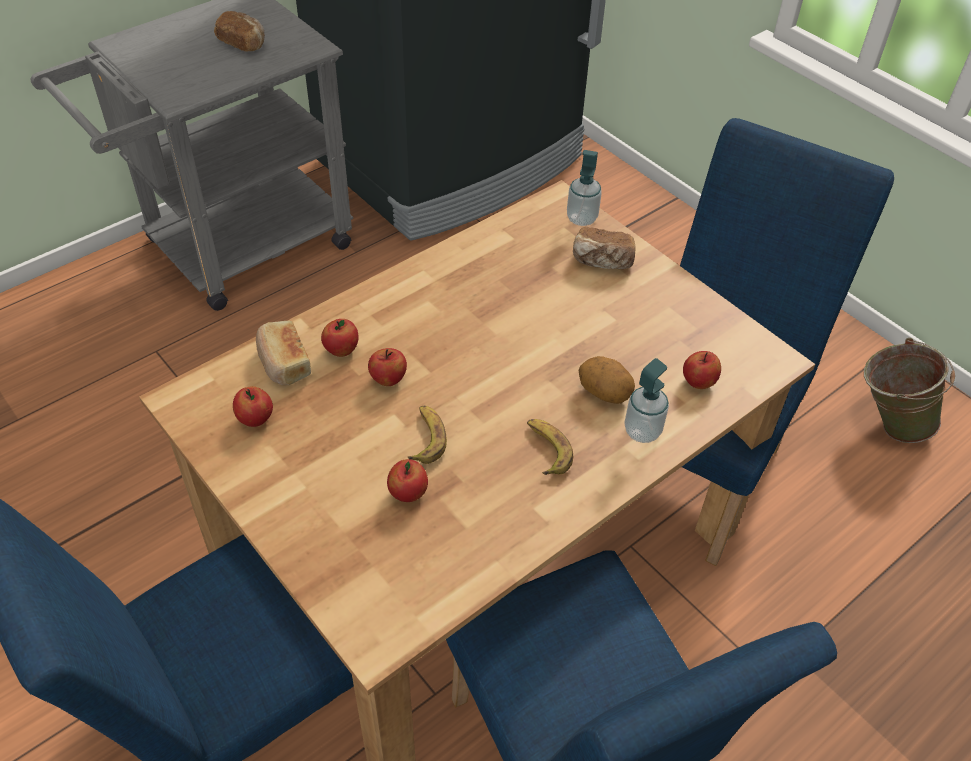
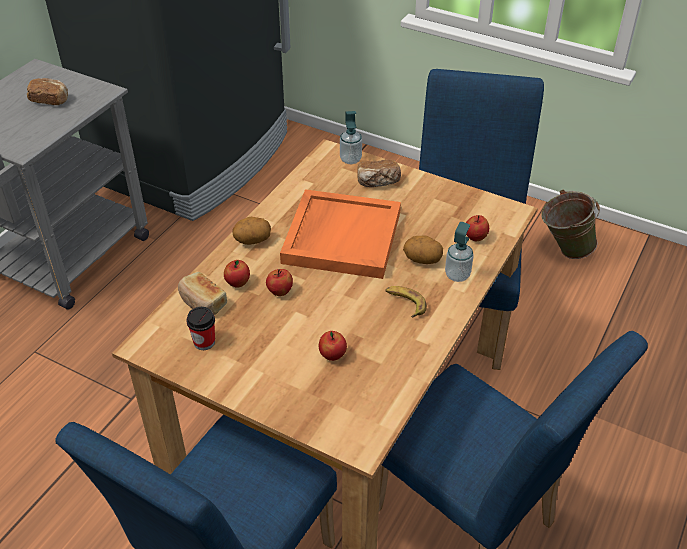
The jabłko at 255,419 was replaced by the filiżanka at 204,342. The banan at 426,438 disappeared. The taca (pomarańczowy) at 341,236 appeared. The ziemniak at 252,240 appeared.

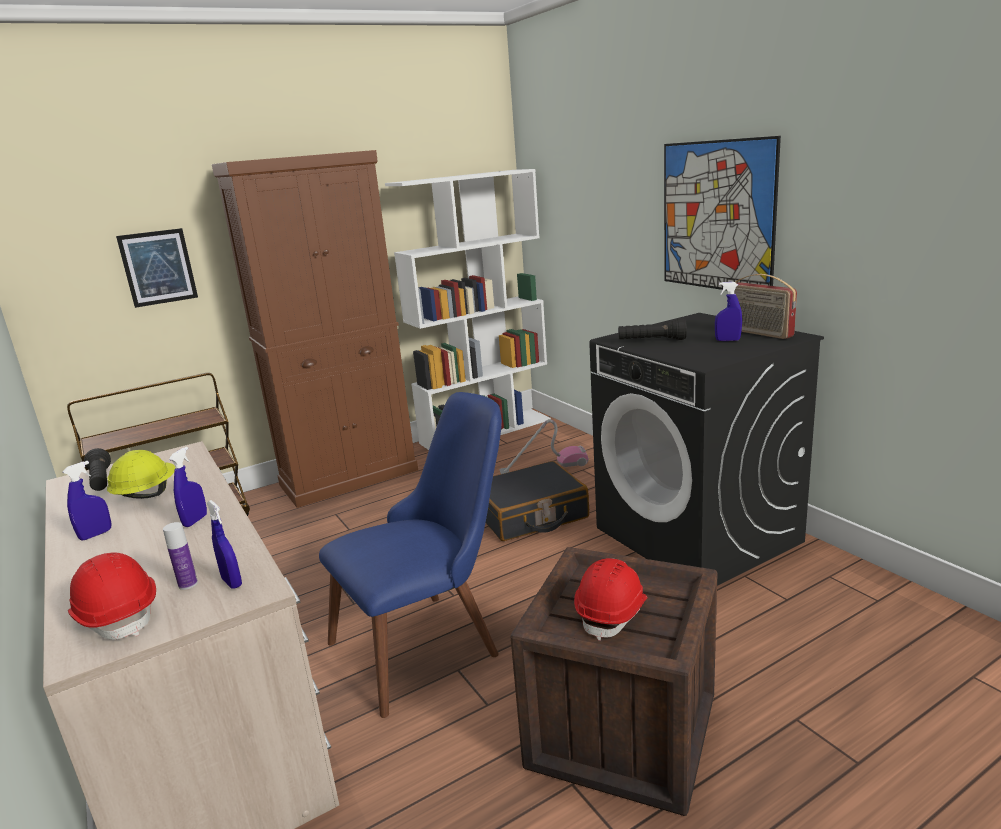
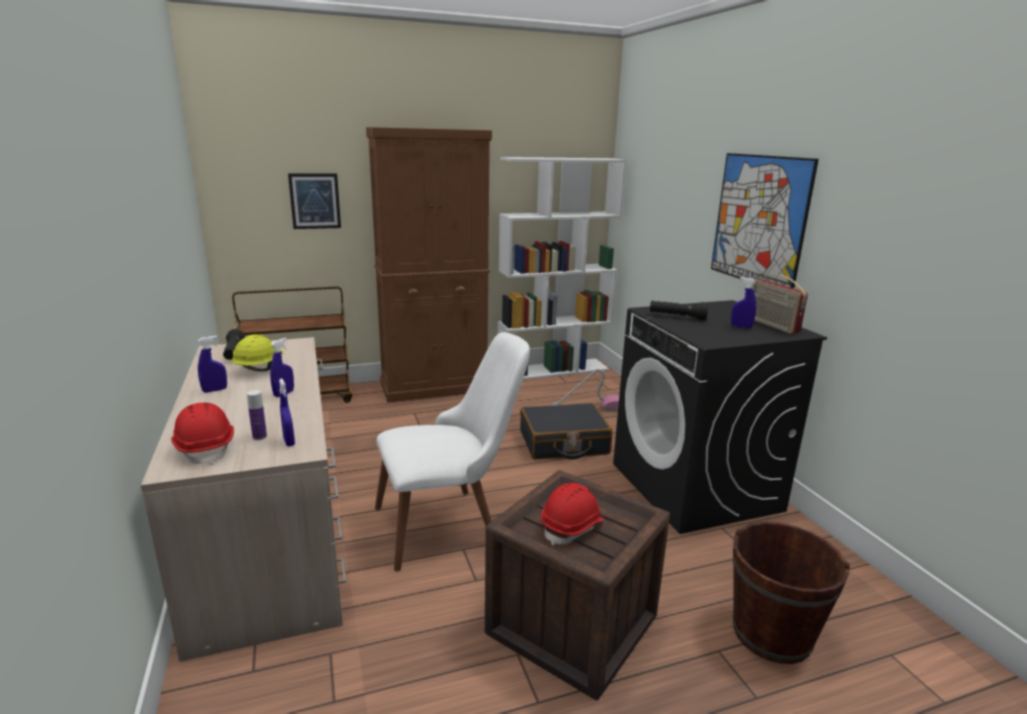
The krzesło (niebieski) at 431,639 became the krzesło (biały) at 451,522. The wiadro (brązowy) at 771,634 appeared.

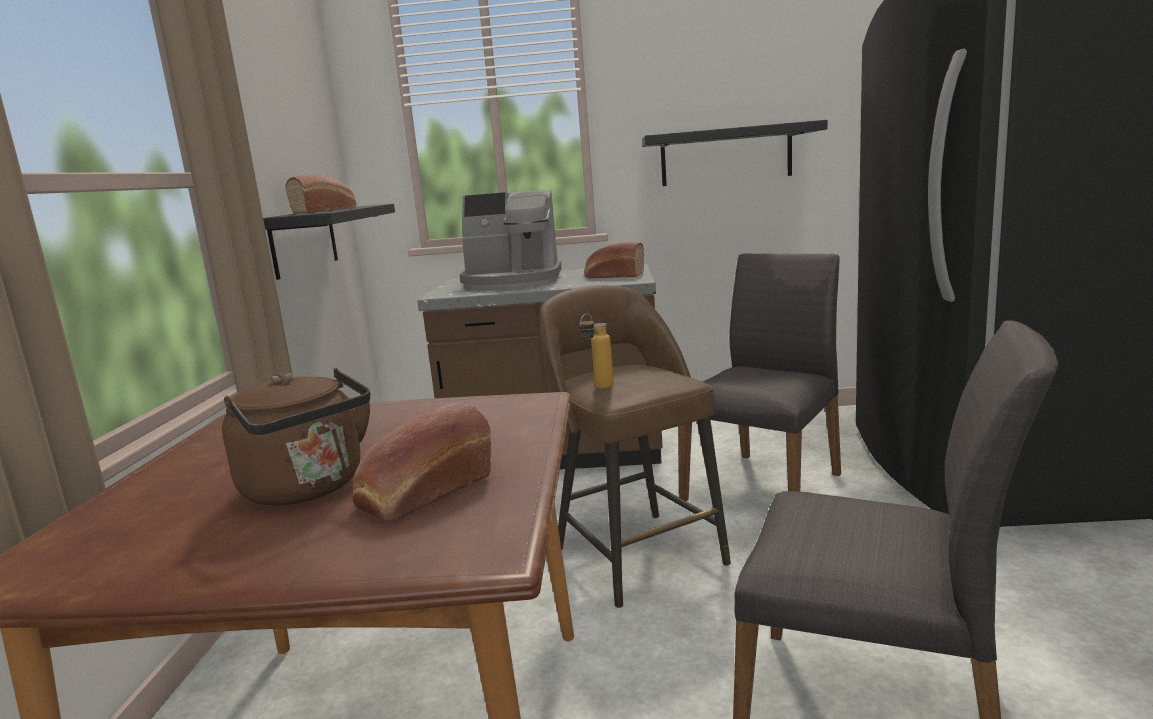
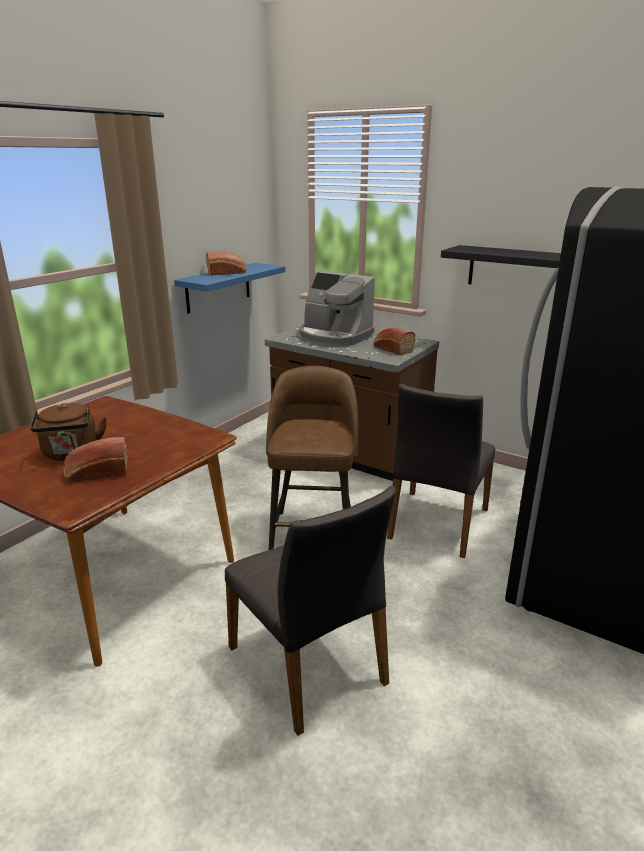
The półka (czarny) at 304,241 became the półka (niebieski) at 218,287. The krzesło (szary) at 765,486 turned 135 degrees clockwise. The butelka at 598,388 disappeared.

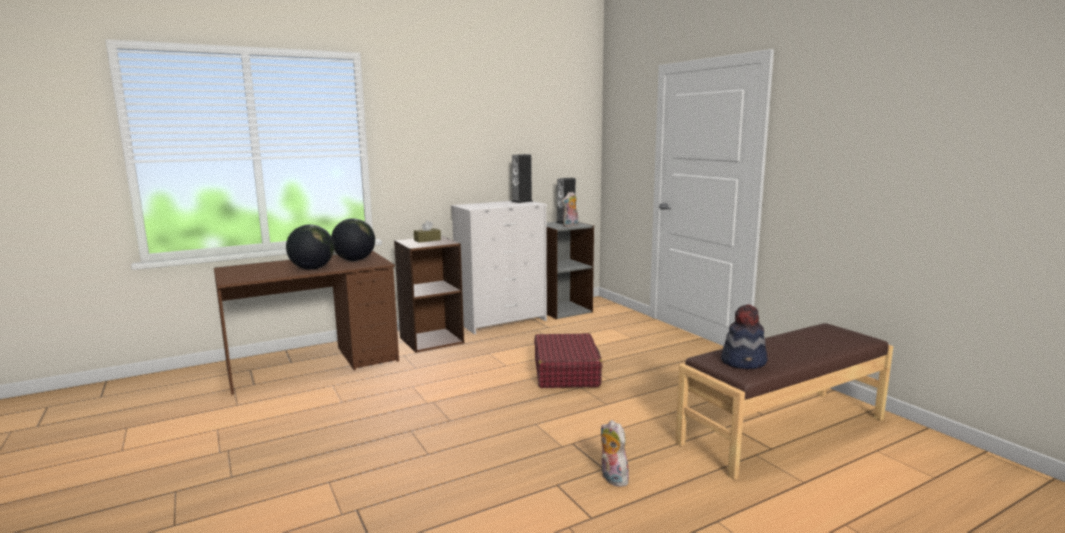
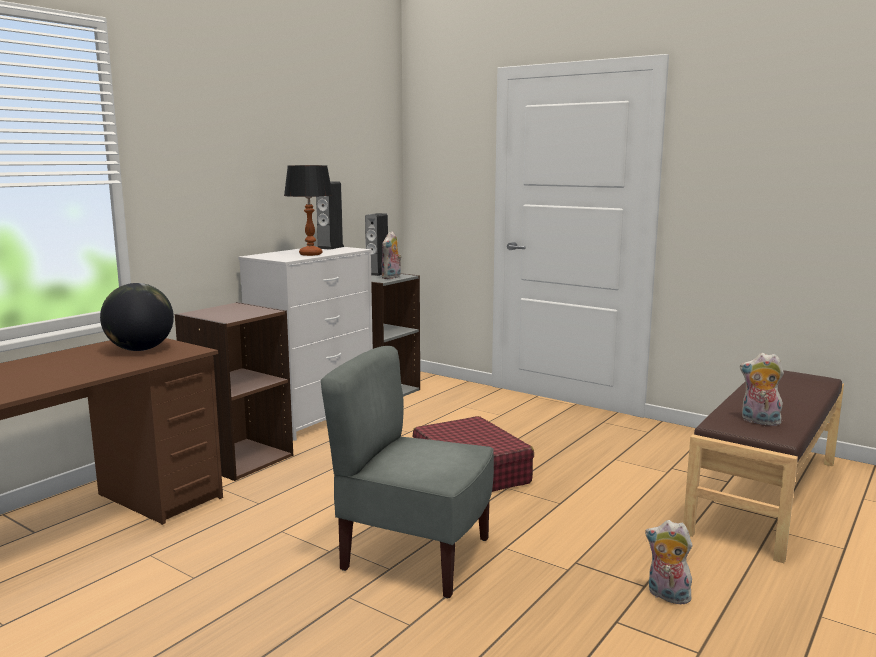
The pudełko chusteczek (brązowy) at 427,240 disappeared. The globus at 312,269 disappeared. The kapelusz at 744,362 was replaced by the pluszak at 759,421. The lampa stołowa at 310,254 appeared. The krzesło (szary) at 414,556 appeared.

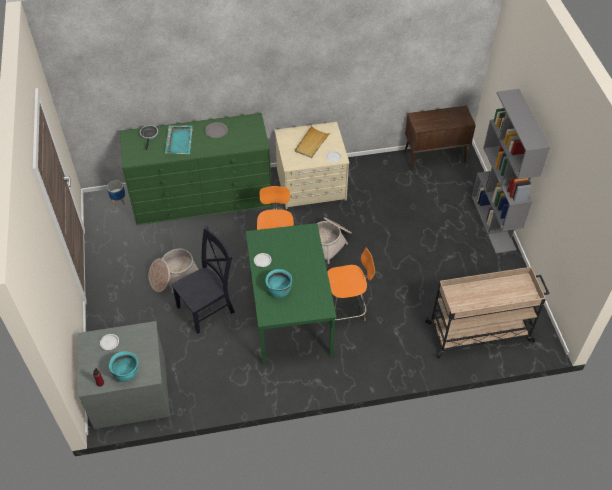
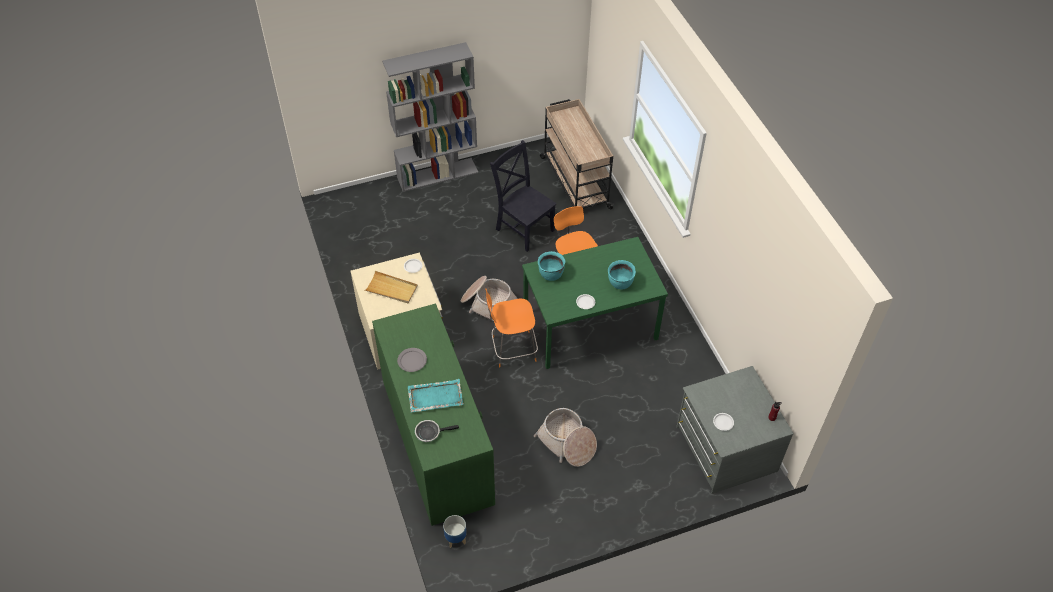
The szafka (brązowy) at 435,157 disappeared. The krzesło (czarny) moved from 208,308 to 523,228. The garnek (turkusowy) moved from 126,373 to 550,274.

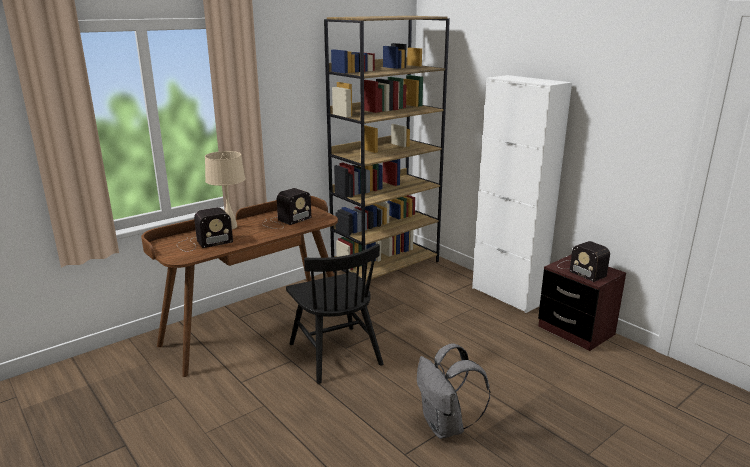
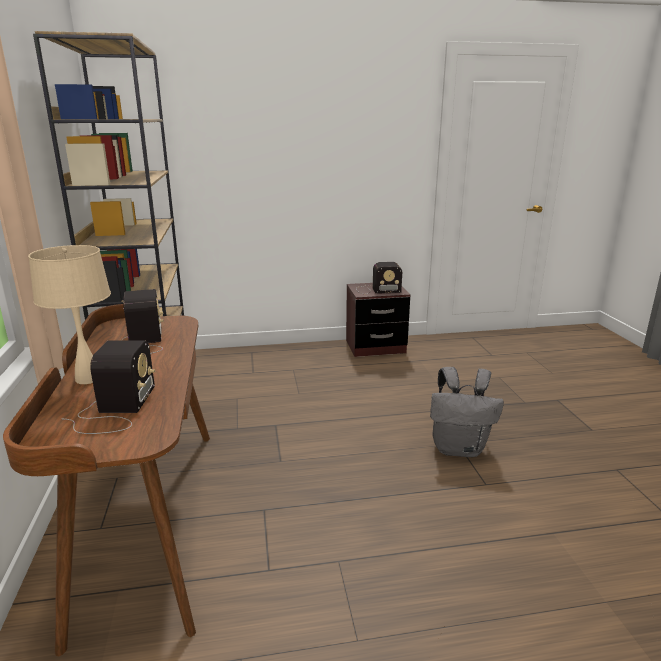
The szafka (biały) at 507,295 disappeared. The krzesło (czarny) at 335,353 disappeared.

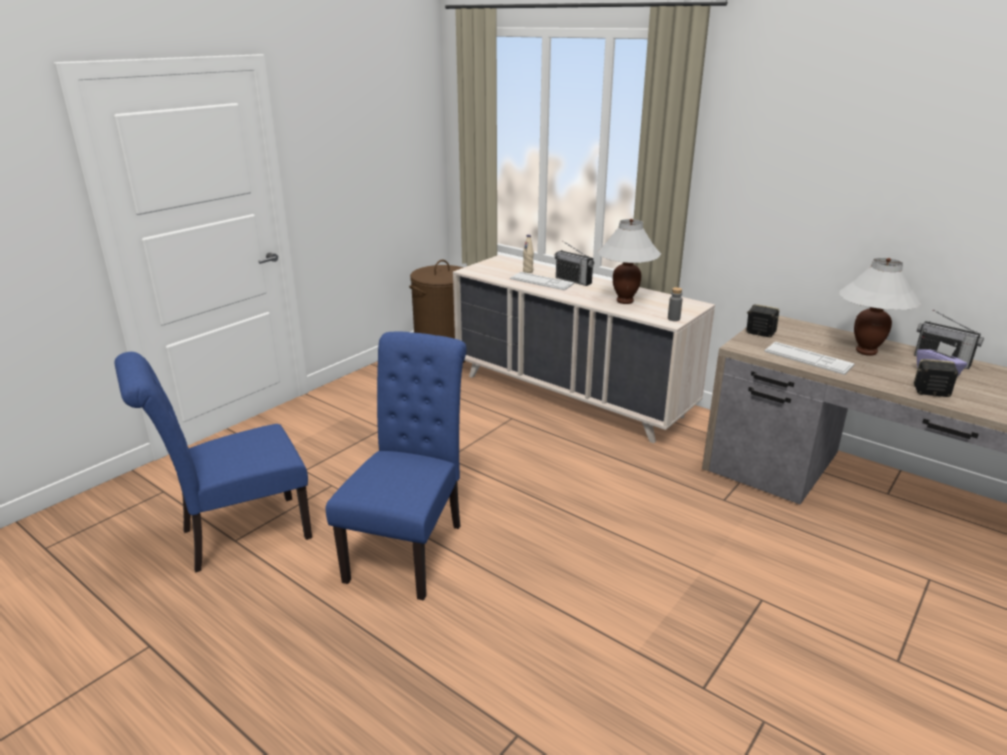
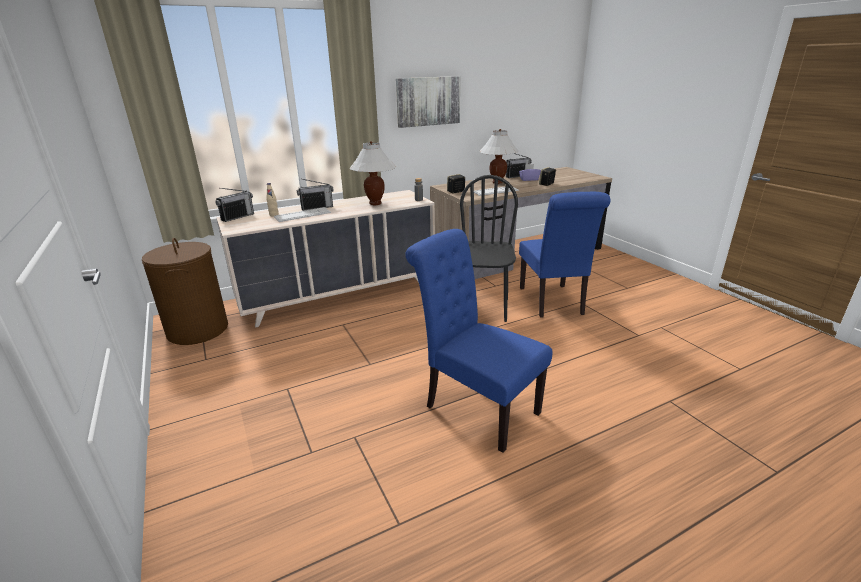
The krzesło (niebieski) moved from 237,535 to 553,303. The obraz at 428,101 appeared. The krzesło (czarny) at 484,309 appeared. The radio at 237,217 appeared.

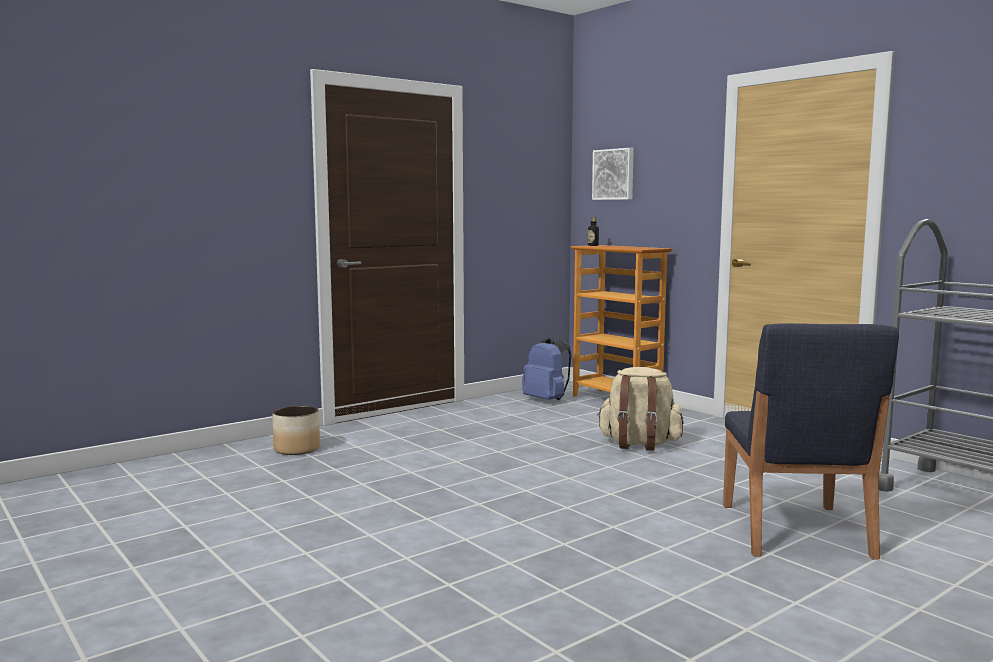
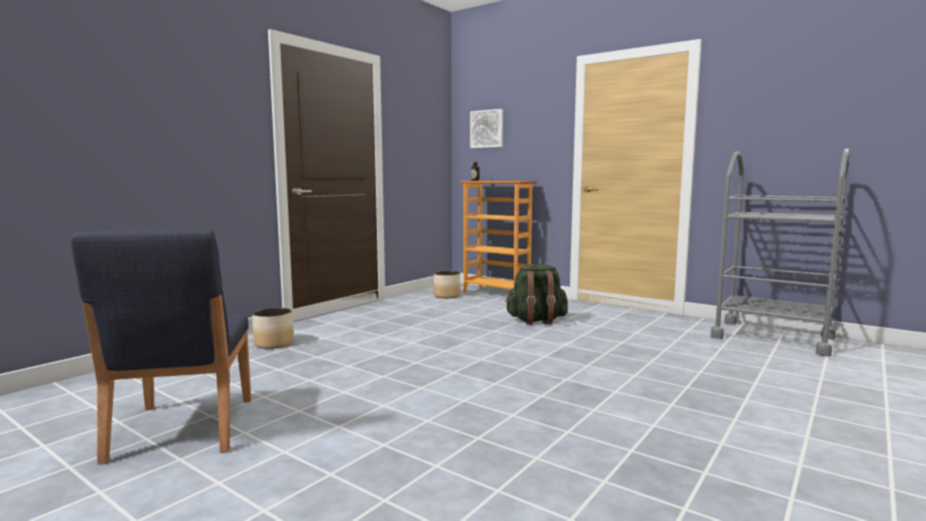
The krzesło (niebieski) moved from 794,531 to 182,429. The plecak (niebieski) at 547,400 was replaced by the donica at 447,296. The plecak (beżowy) at 639,444 became the plecak (zielony) at 536,321.

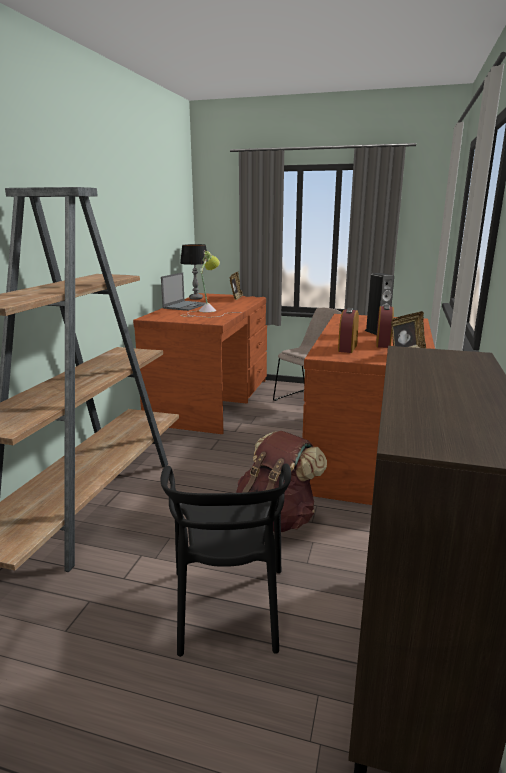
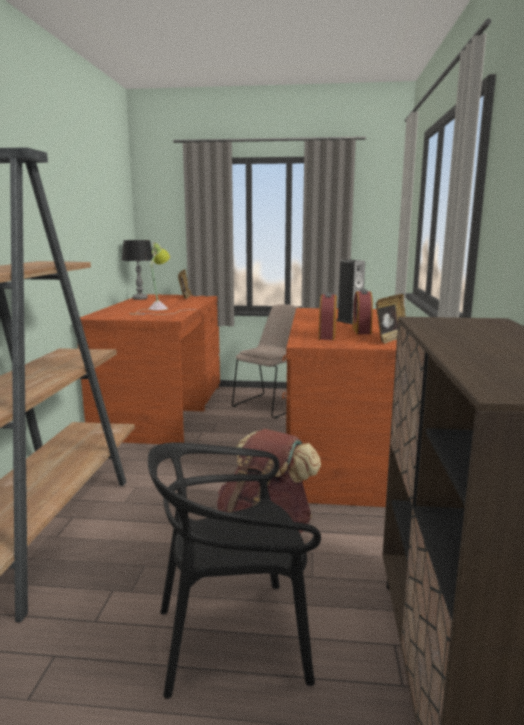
The laptop at 185,306 disappeared. The krzesło (czarny) at 228,607 turned 90 degrees clockwise.

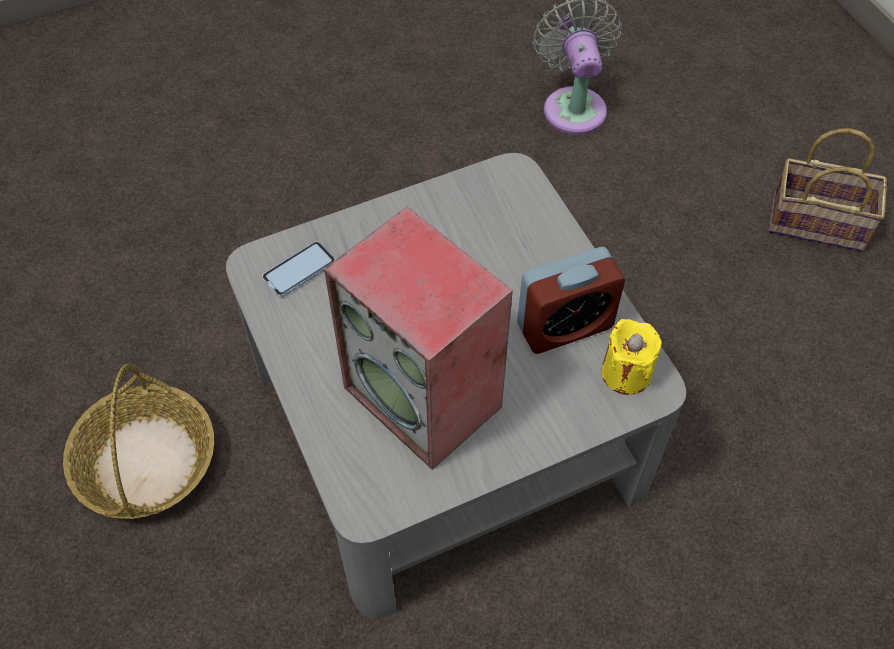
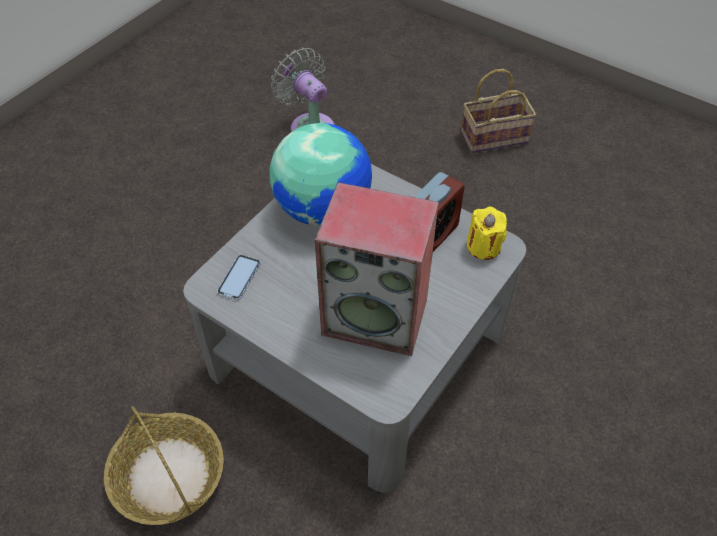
The globus at 323,209 appeared.

